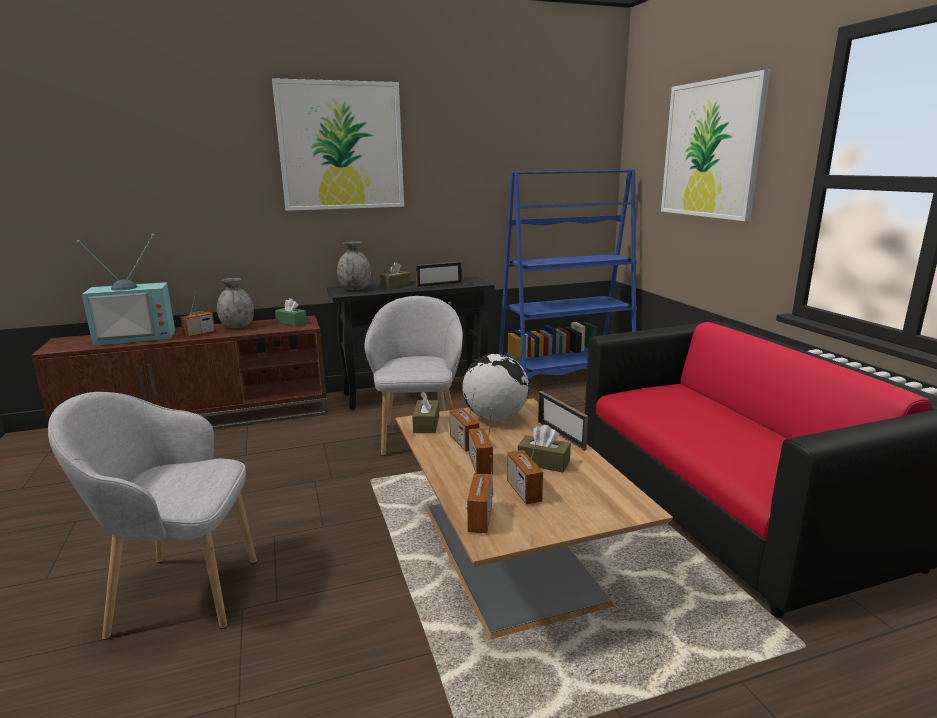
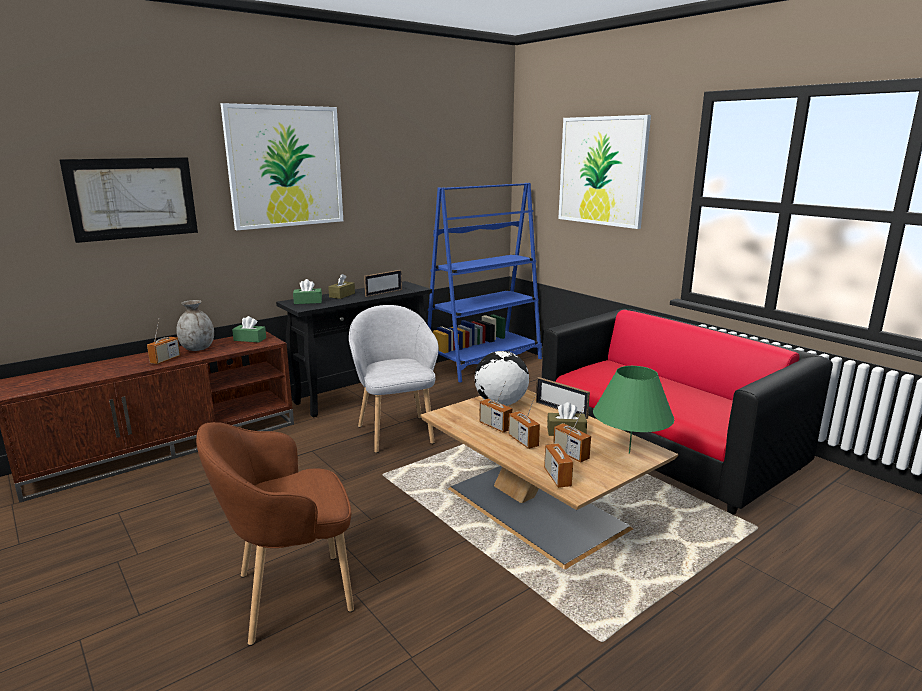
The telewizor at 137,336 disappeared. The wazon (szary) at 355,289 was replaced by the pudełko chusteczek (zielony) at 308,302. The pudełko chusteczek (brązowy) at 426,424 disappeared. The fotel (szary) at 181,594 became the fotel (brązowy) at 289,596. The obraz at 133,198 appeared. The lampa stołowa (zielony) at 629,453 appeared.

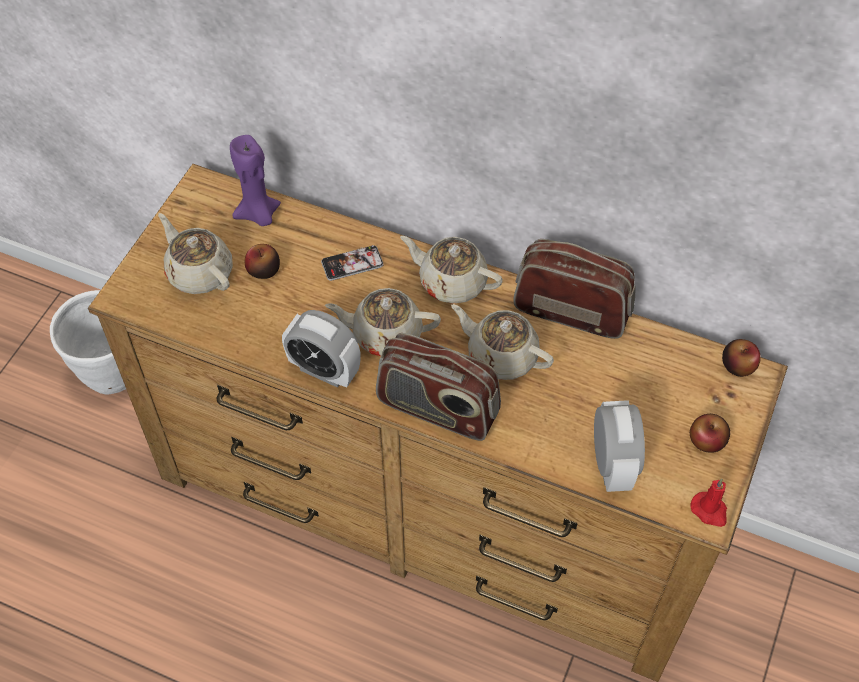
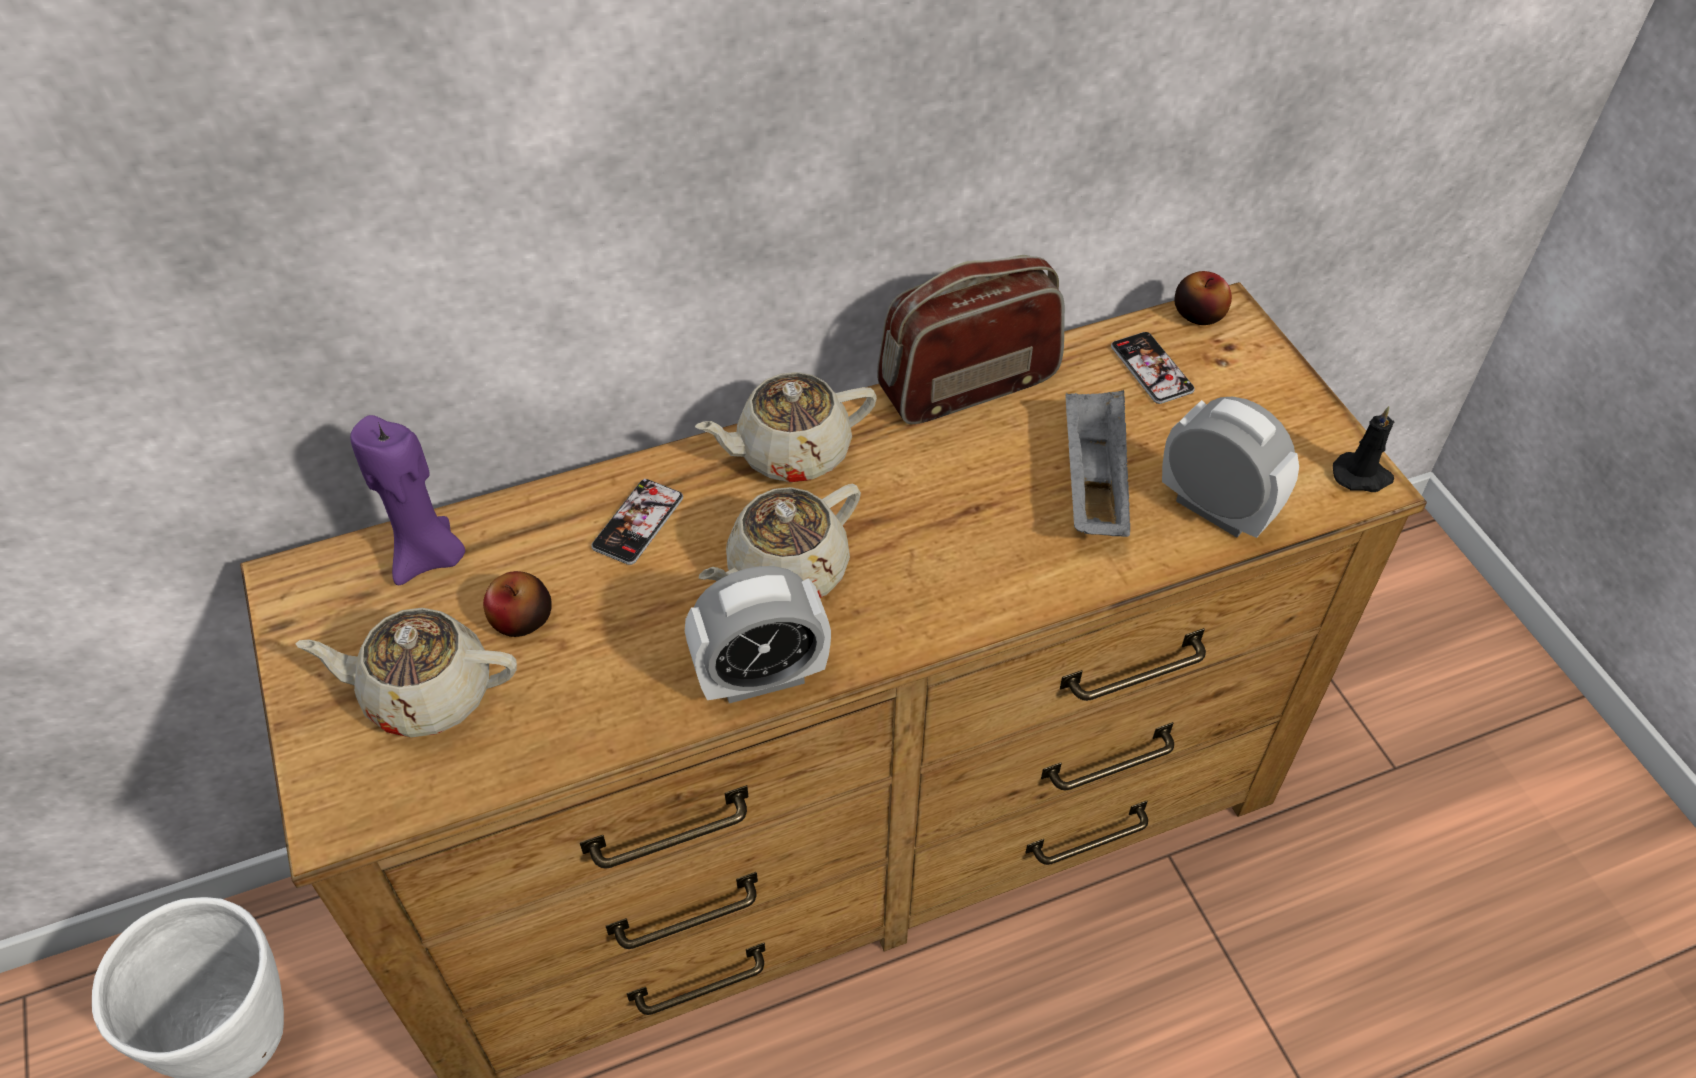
The imbryk (beżowy) at 501,355 disappeared. The radio at 437,409 disappeared. The jabłko at 707,440 disappeared. The świeca (czerwony) at 710,510 became the świeca (czarny) at 1362,476. The telefon at 1151,369 appeared. The taca (szary) at 1092,481 appeared.

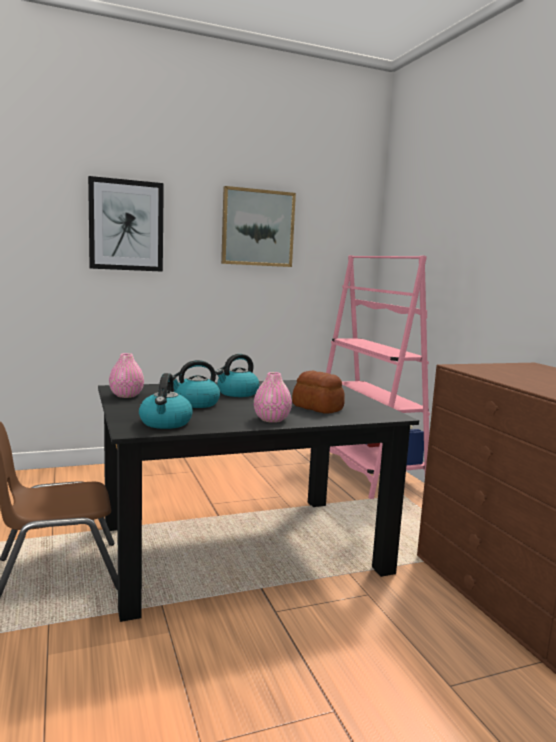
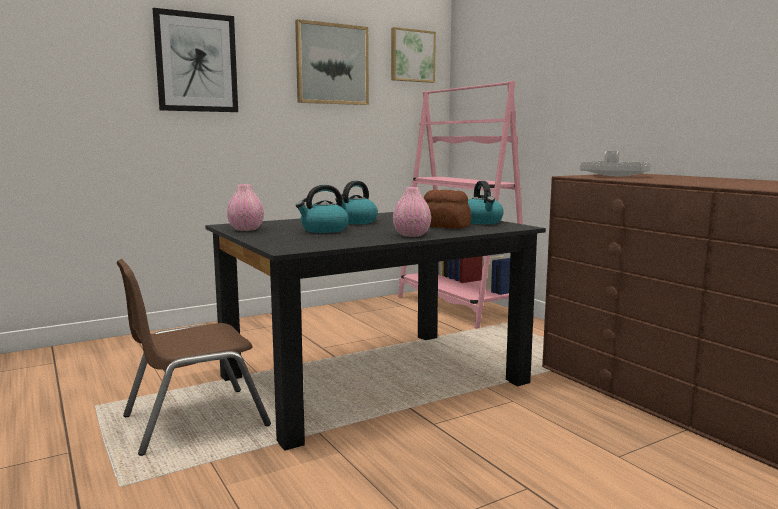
The czajnik moved from 165,423 to 481,222. The obraz at 412,56 appeared. The taca (szary) at 615,176 appeared.

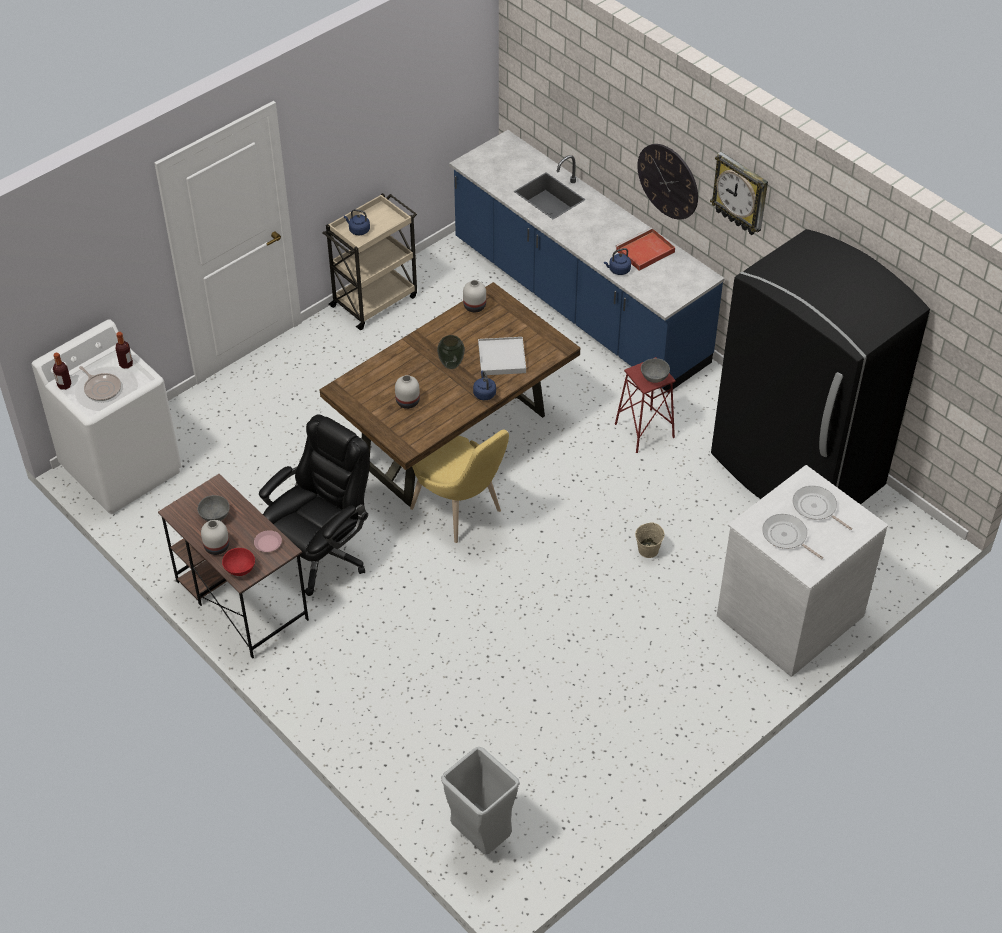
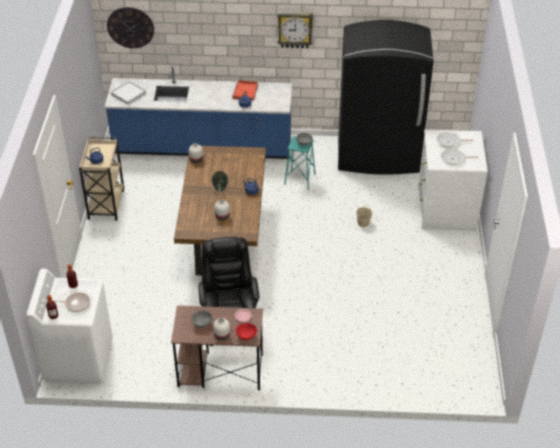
The zegar ścienny moved from 668,181 to 130,27. The taca (biały) moved from 502,358 to 128,94. The stołek (czerwony) at 644,431 became the stołek (turkusowy) at 299,179. The krzesło (żółty) at 461,512 disappeared. The kosz na śmieci (szary) at 480,836 disappeared.

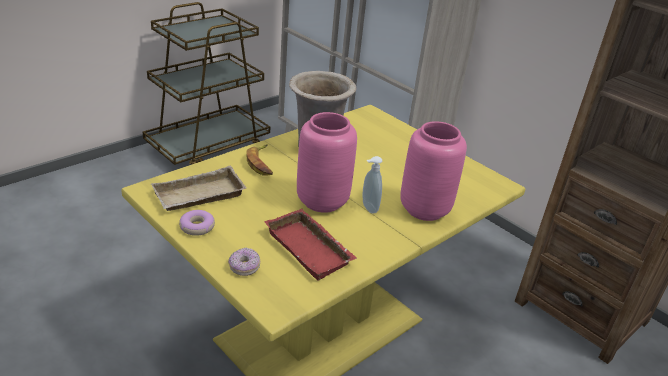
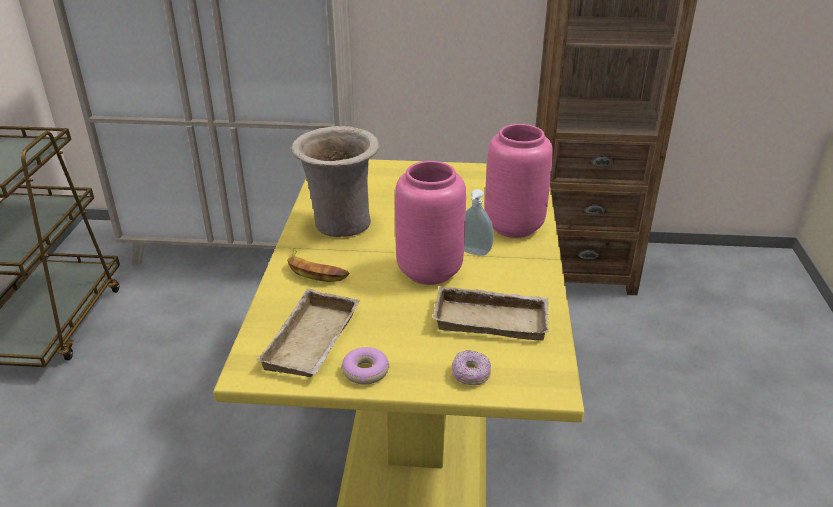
The taca (czerwony) at 311,249 became the taca (beżowy) at 492,318.

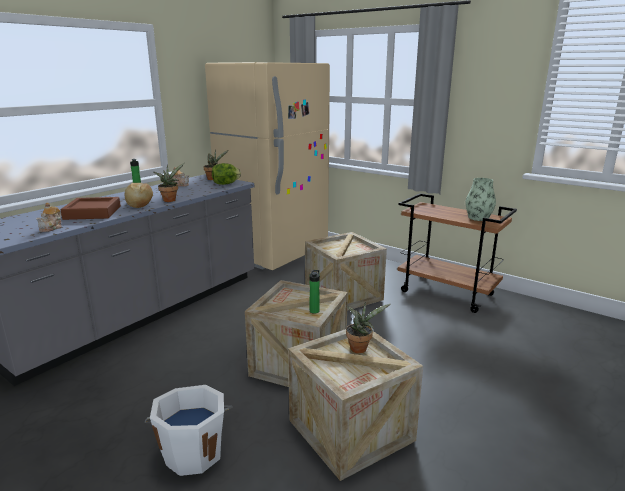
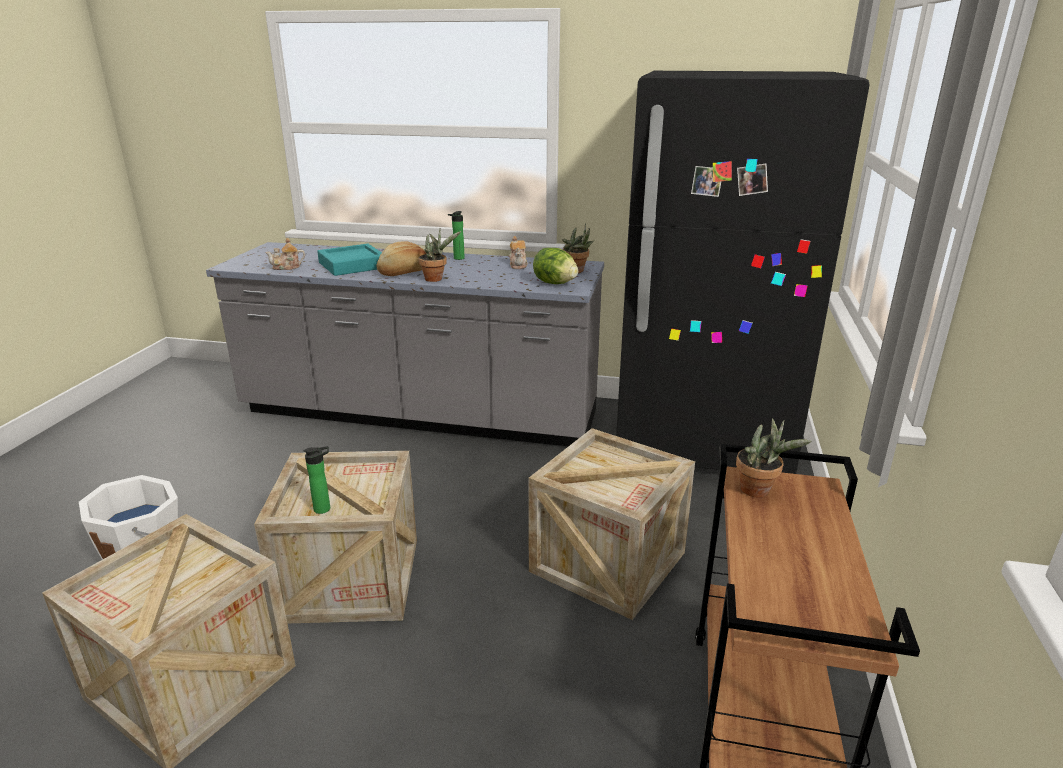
The lodówka (beżowy) at 275,253 became the lodówka (czarny) at 702,441. The wazon at 478,218 disappeared. The taca (brązowy) at 92,213 became the taca (turkusowy) at 352,265. The roślina doniczkowa moved from 360,348 to 759,491.

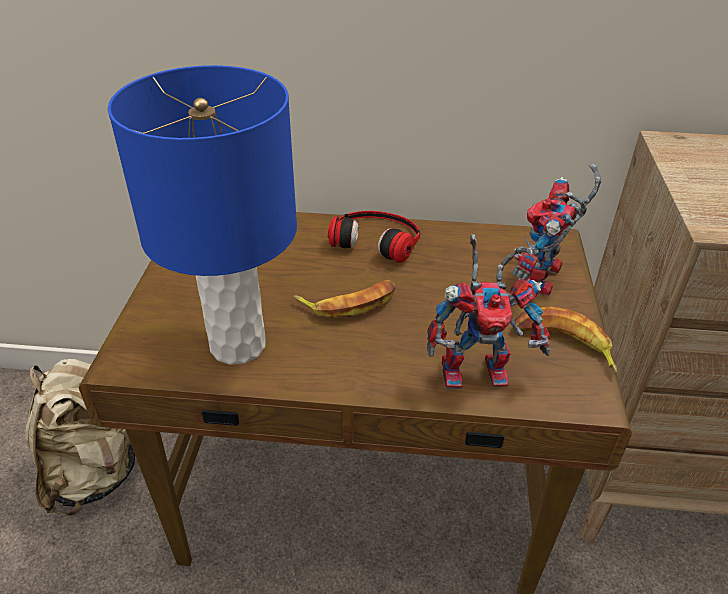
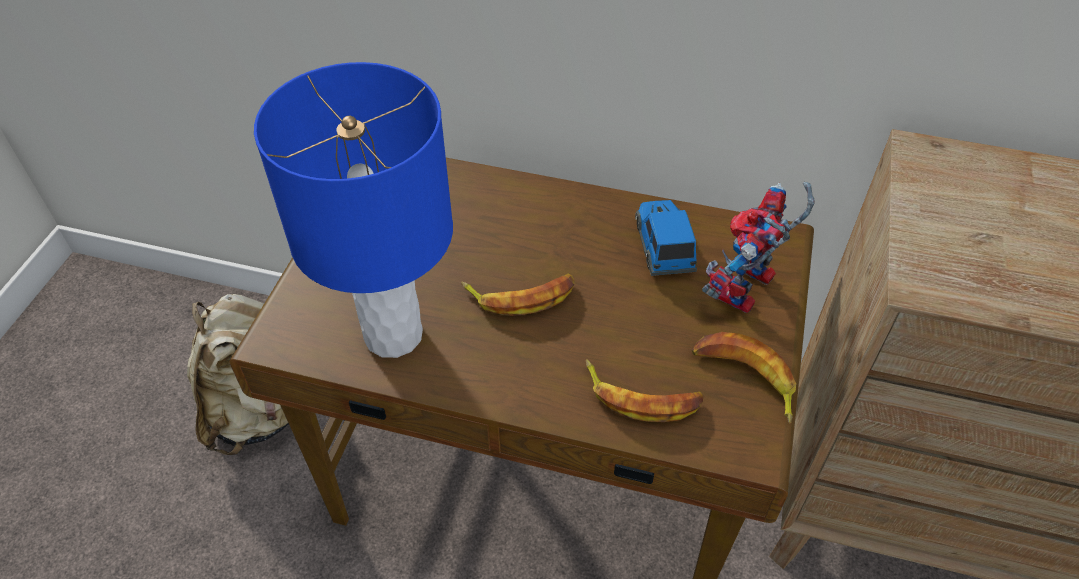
The słuchawki at 377,239 disappeared. The robot zabawkowy at 479,369 was replaced by the banan at 642,397. The samochodzik at 663,246 appeared.

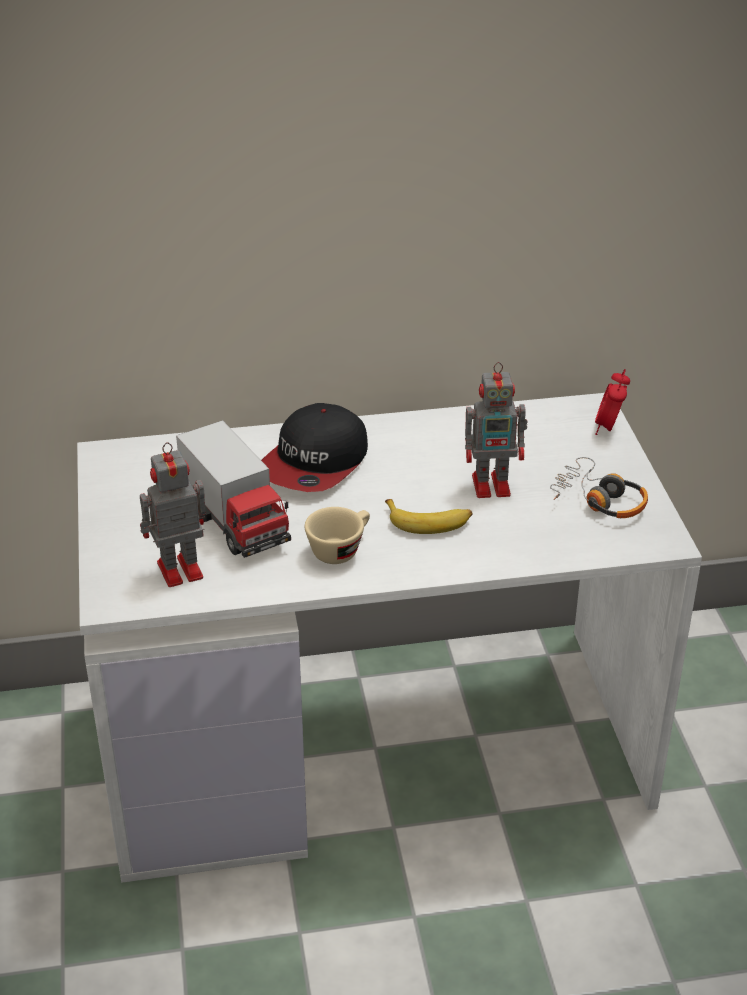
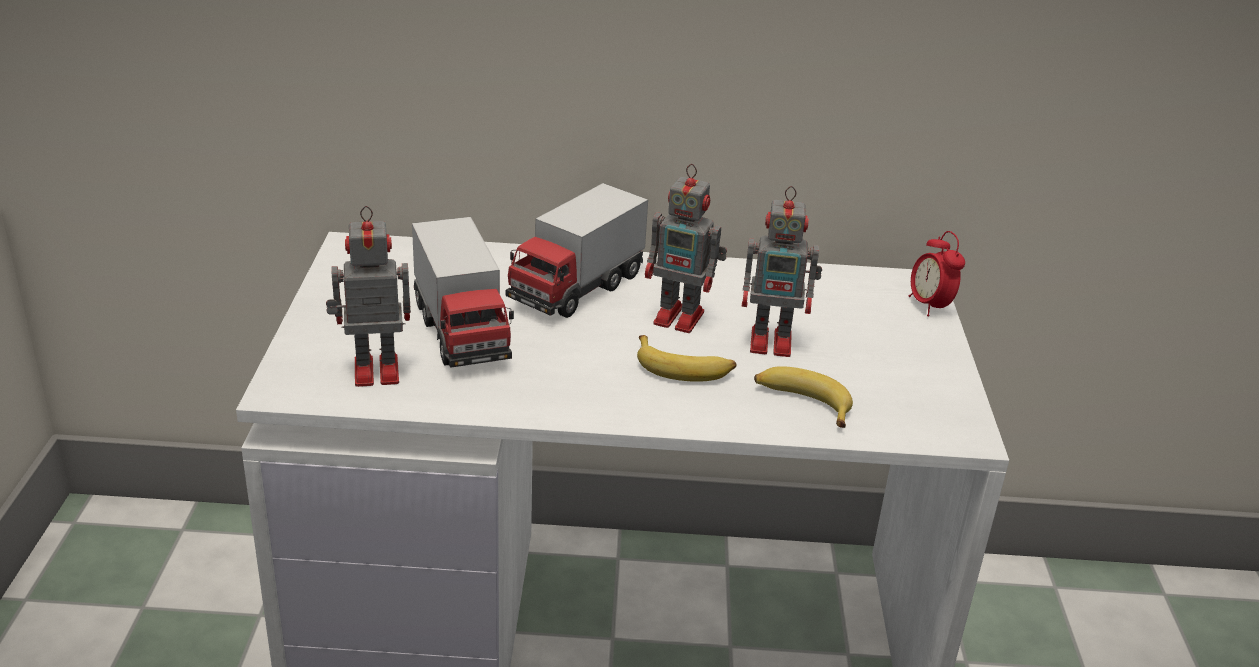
The budzik at 609,428 turned 45 degrees counterclockwise. The czapka z daszkiem at 315,463 was replaced by the ciężarówka zabawkowa at 576,289. The słuchawki at 599,500 disappeared. The filiżanka (beżowy) at 340,549 disappeared. The robot zabawkowy at 681,318 appeared. The banan at 802,403 appeared.

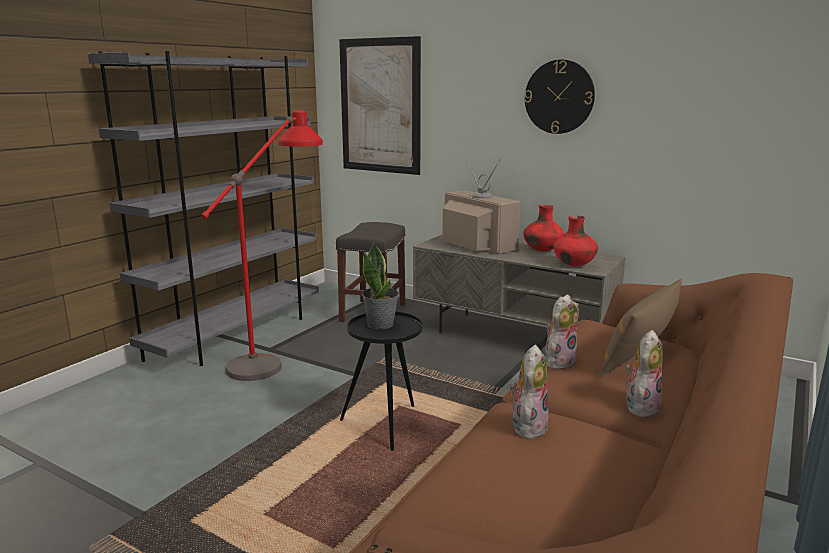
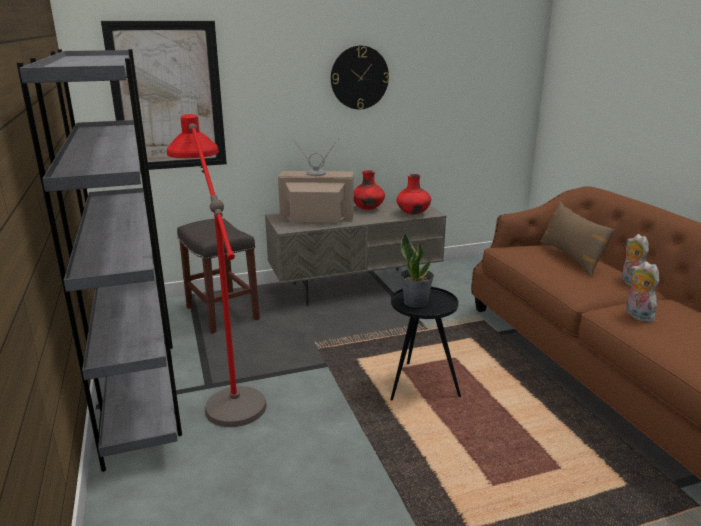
The pluszak at 559,361 disappeared.

